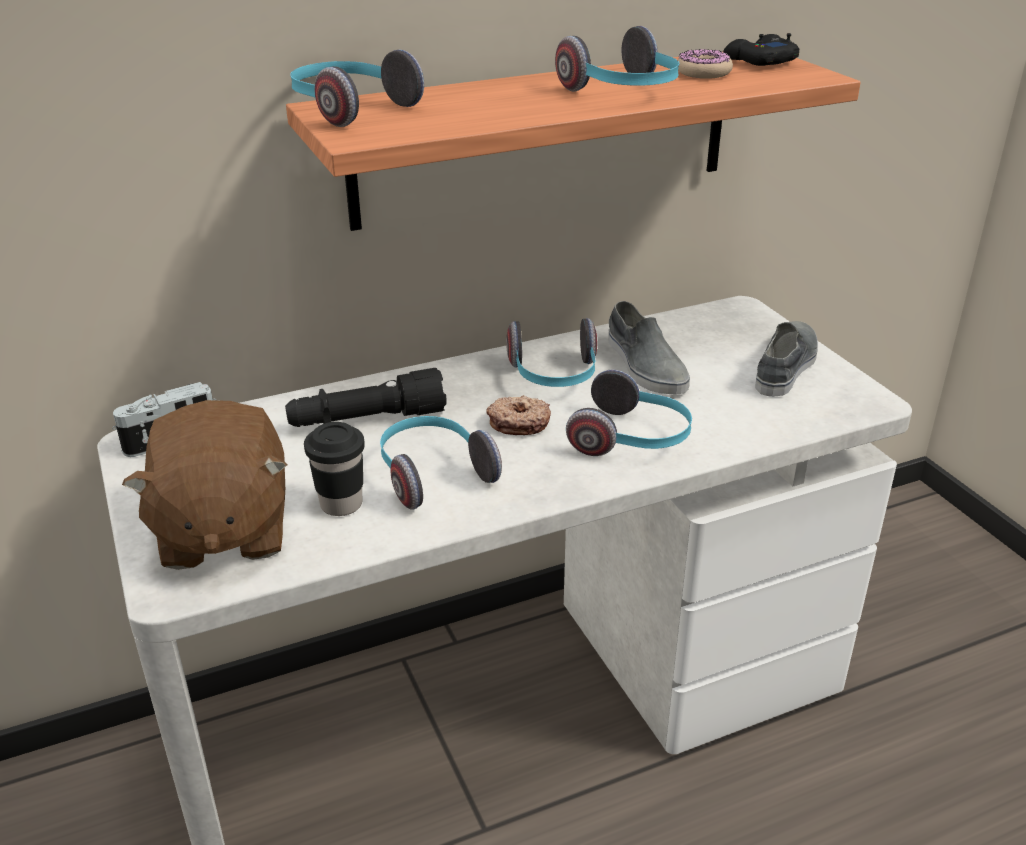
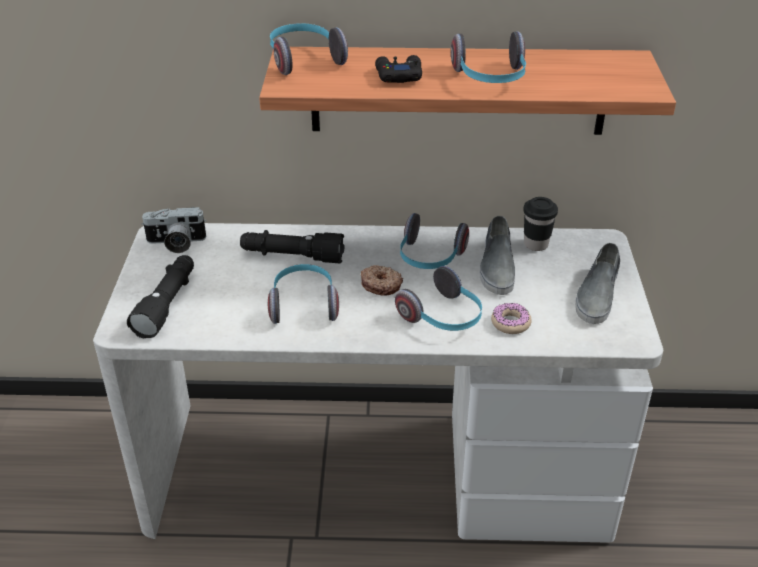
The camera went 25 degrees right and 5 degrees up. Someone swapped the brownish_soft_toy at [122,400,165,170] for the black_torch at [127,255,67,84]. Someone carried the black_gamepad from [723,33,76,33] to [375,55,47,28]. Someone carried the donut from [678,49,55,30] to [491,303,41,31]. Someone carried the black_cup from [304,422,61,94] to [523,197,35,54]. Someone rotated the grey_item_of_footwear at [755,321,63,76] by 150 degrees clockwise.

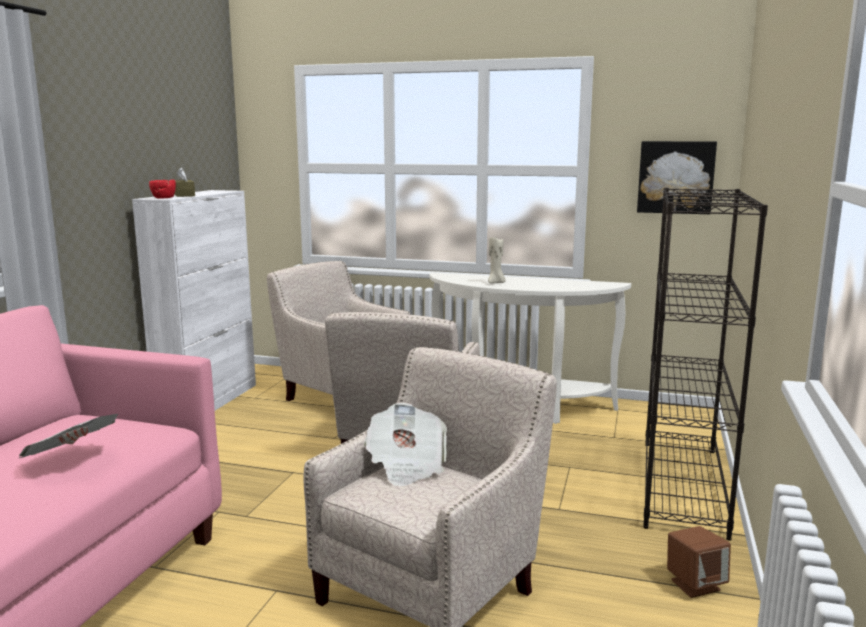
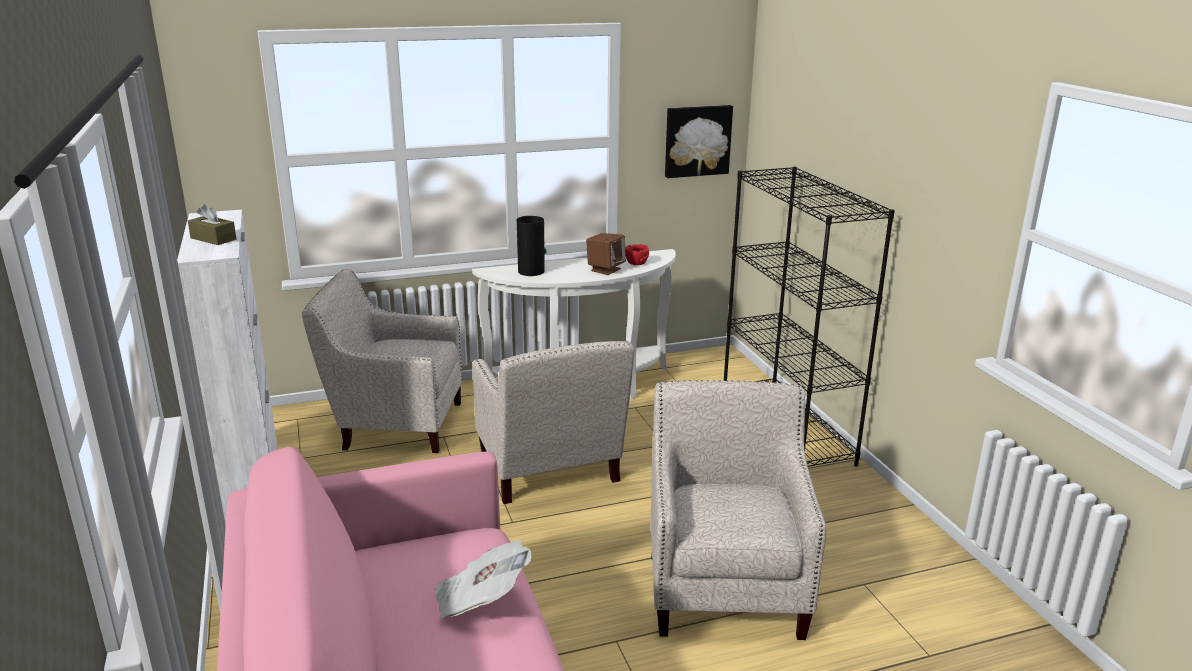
The camera went 35 degrees left and 10 degrees up. Someone put down the flower_vase at [517,216,30,60]. Someone carried the brownish_speaker from [667,526,64,72] to [586,233,40,42]. Someone carried the red_deep_dish from [149,180,27,19] to [625,244,24,21]. Someone took away the printed_paper at [364,403,83,84]. Someone took away the sand-coloured_wax_light at [488,235,18,49].

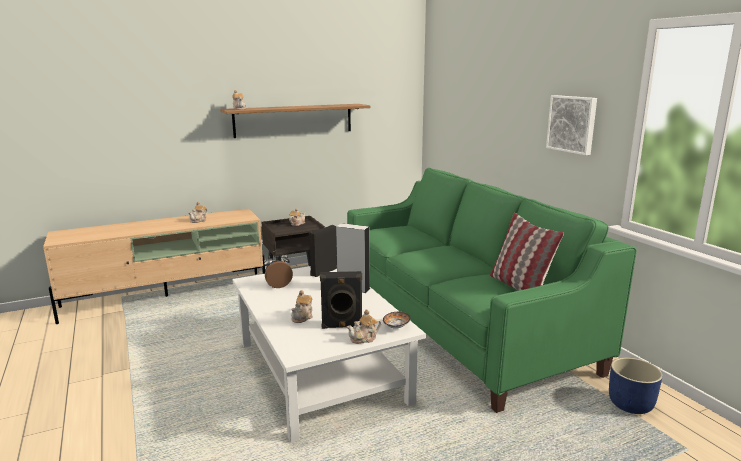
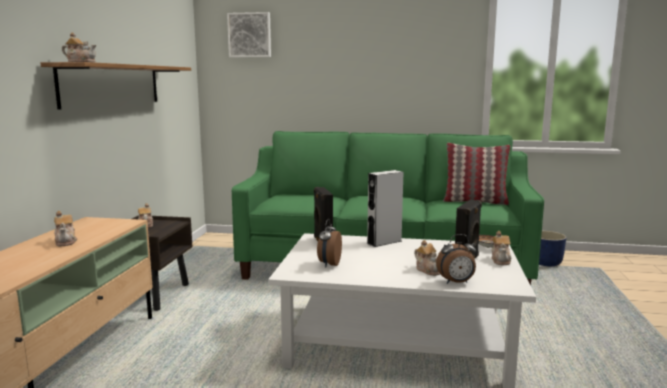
The camera went 55 degrees left and 5 degrees down. Someone carried the wall_picture from [546,95,51,60] to [227,12,44,45]. Someone put down the alarm_clock at [436,234,40,50].

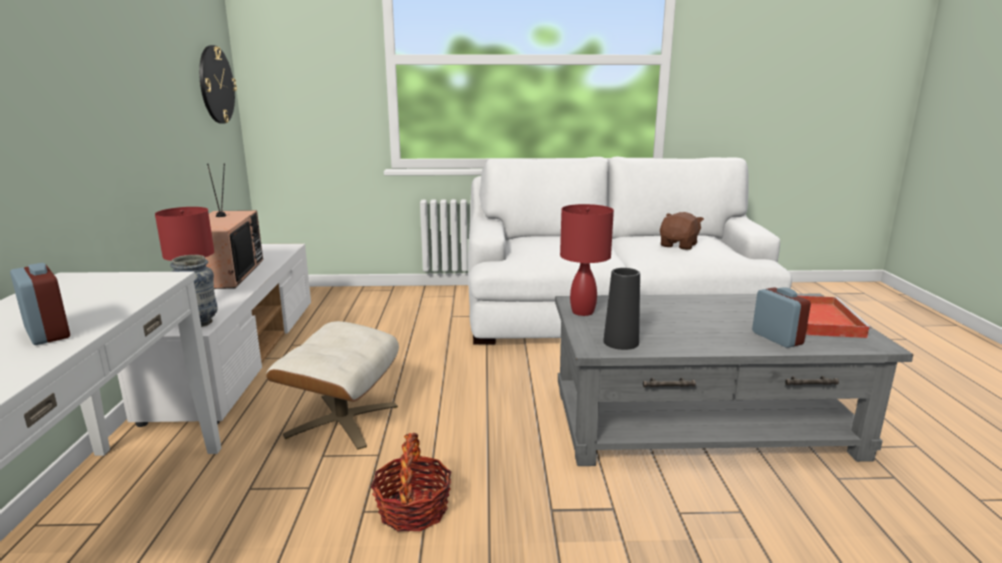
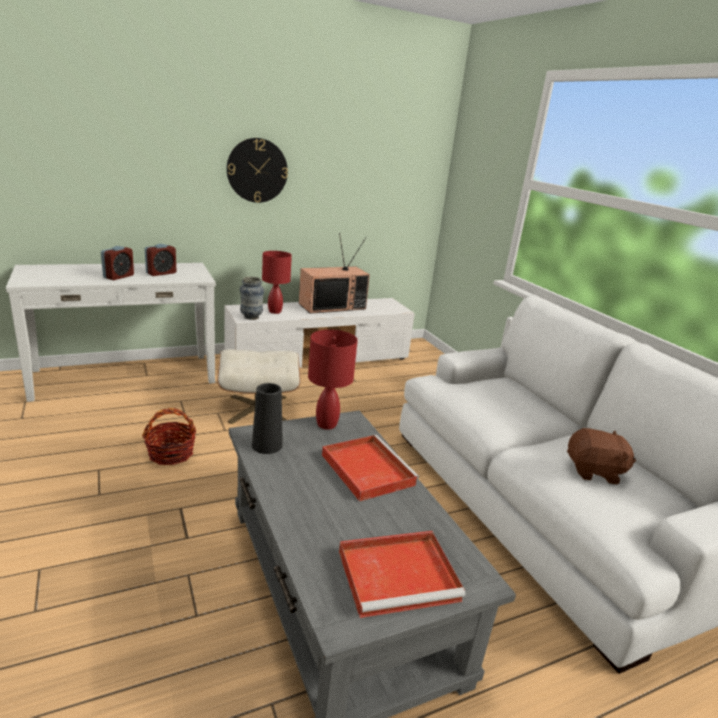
The camera went 65 degrees right and 5 degrees up. Someone carried the alarm_clock from [752,287,59,61] to [145,244,31,32]. Someone carried the wall_clock from [199,45,38,79] to [227,138,61,65]. Someone put down the red_carrying_tray at [322,435,97,67].

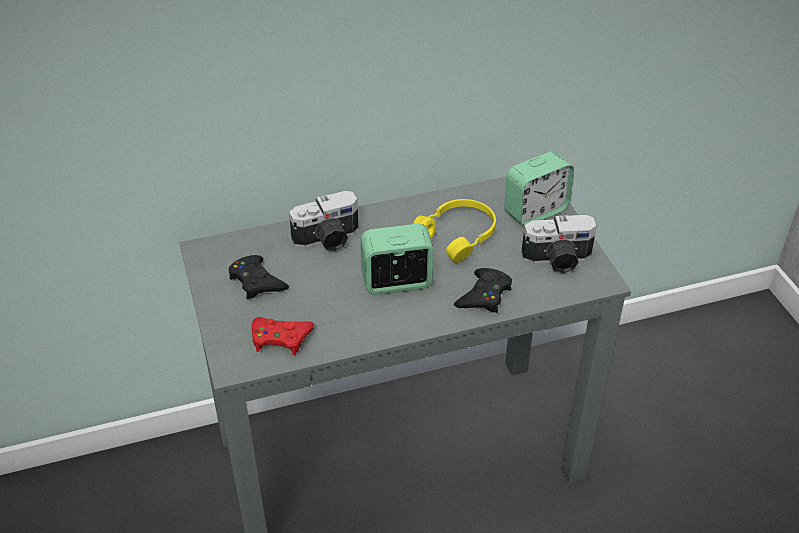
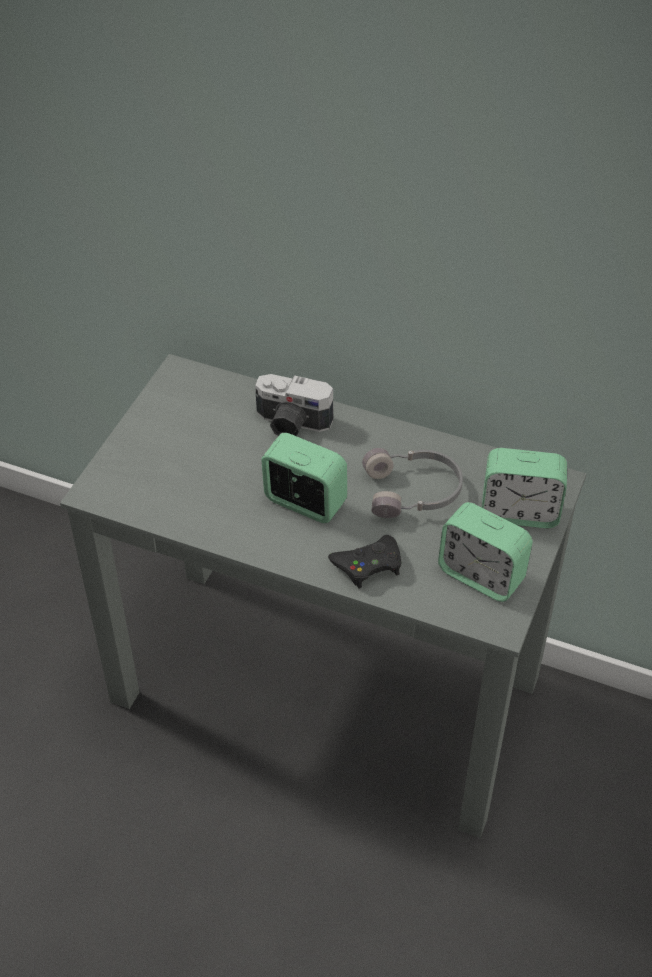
The camera went 40 degrees right and 5 degrees up. Someone repainted the yellow_headphones at [413,199,83,64], which became the grey_headphones at [362,448,101,70]. Someone swapped the photo_camera at [521,215,76,58] for the alarm_clock at [438,502,95,100]. Someone took away the black_gamepad at [229,255,60,44]. Someone took away the red_gamepad at [252,317,62,38].

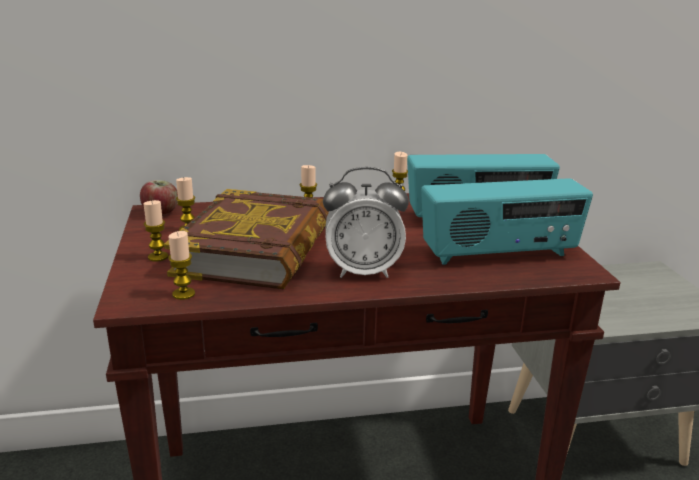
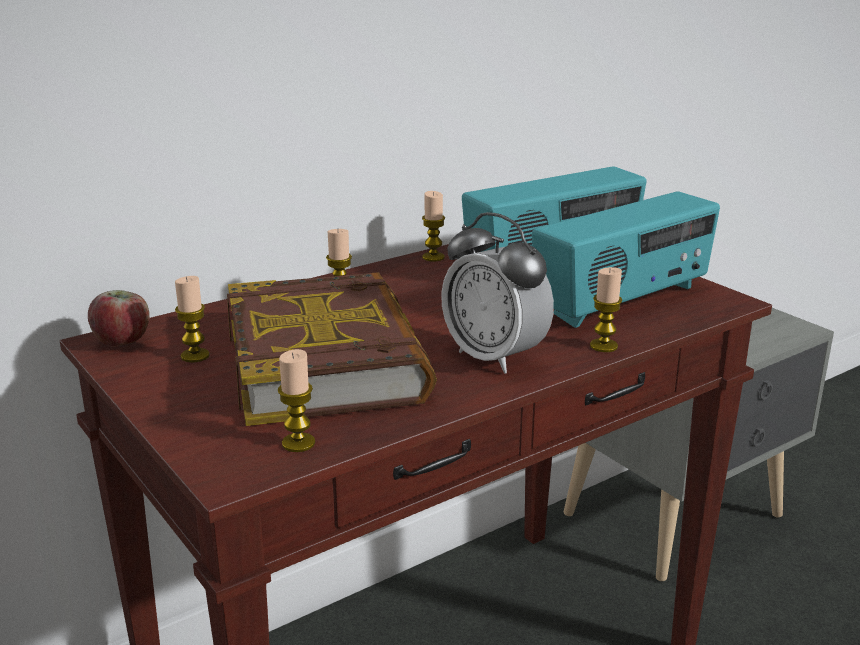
The camera went 25 degrees left and 0 degrees up. Someone rotated the alarm_clock at [323,167,86,111] by 75 degrees clockwise. Someone carried the wax_light from [143,200,26,62] to [590,267,32,85].

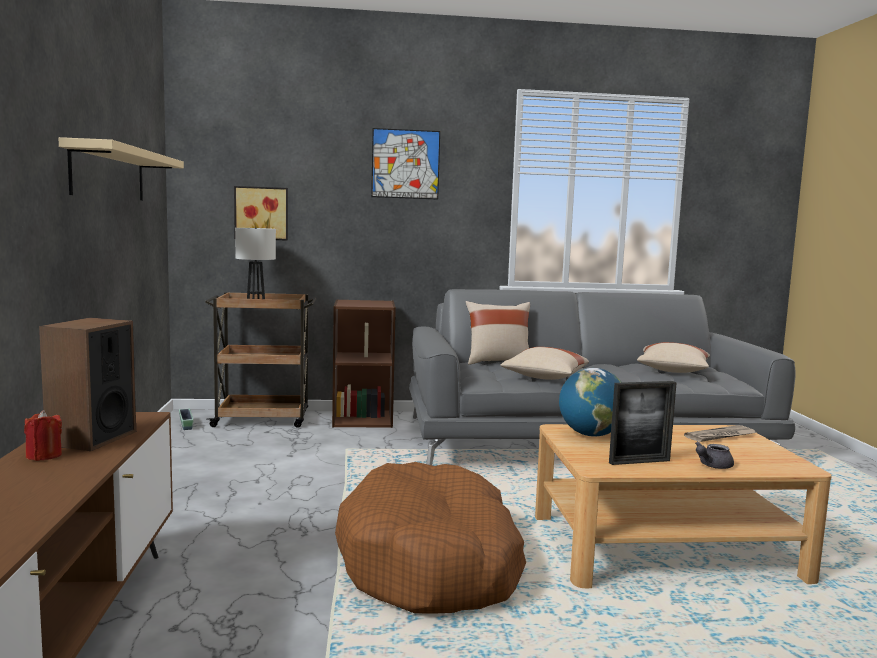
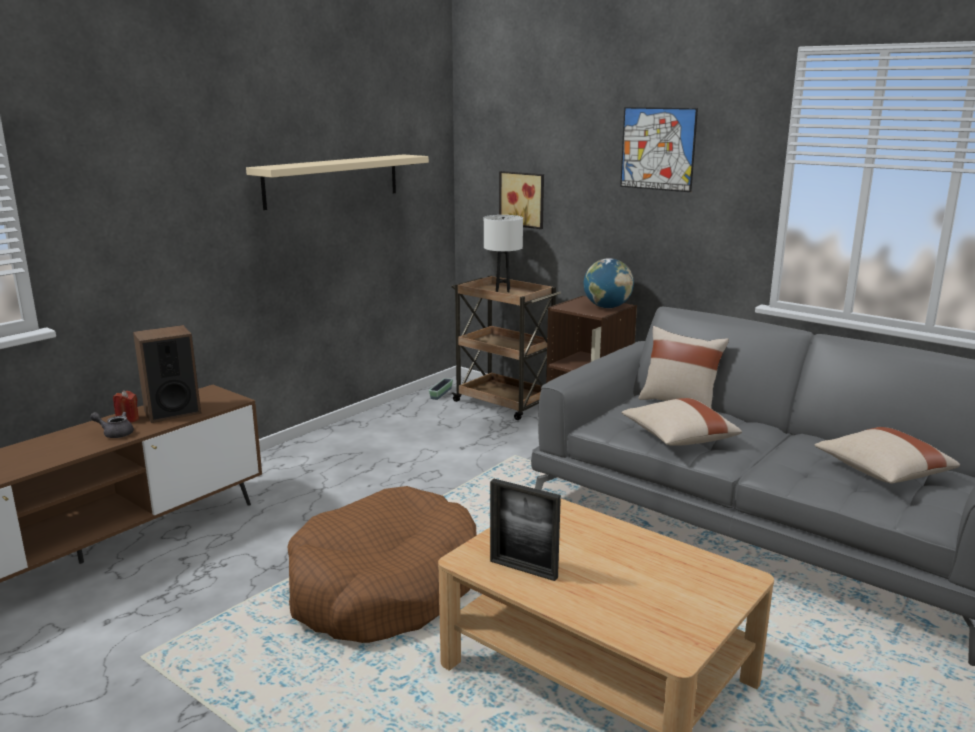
The camera went 45 degrees right and 10 degrees up. Someone carried the grey_pot_for_tea from [695,441,39,28] to [90,412,44,26]. Someone carried the world_globe from [559,368,63,69] to [584,258,50,50]. Someone took away the printed_paper at [684,425,74,17].

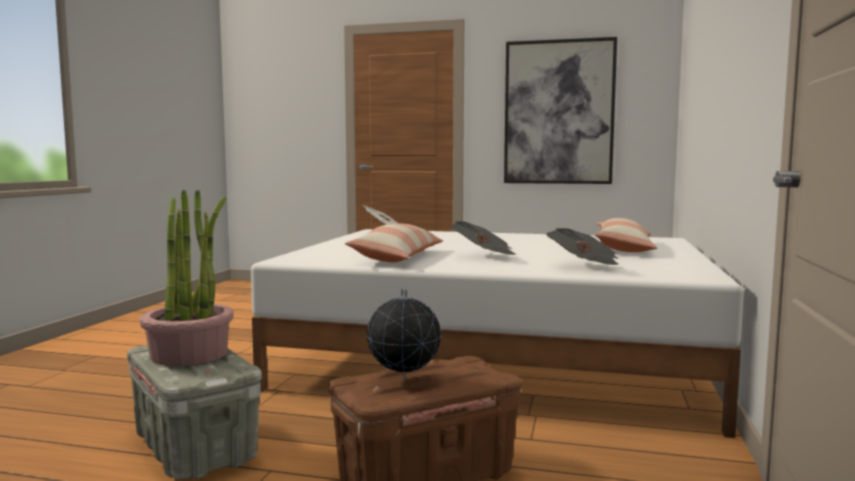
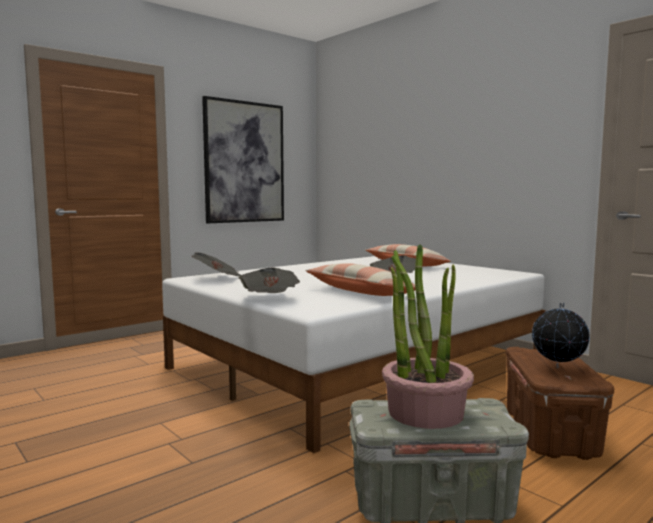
The camera went 55 degrees left and 0 degrees up. Someone carried the printed_paper from [546,228,73,37] to [239,268,61,25].

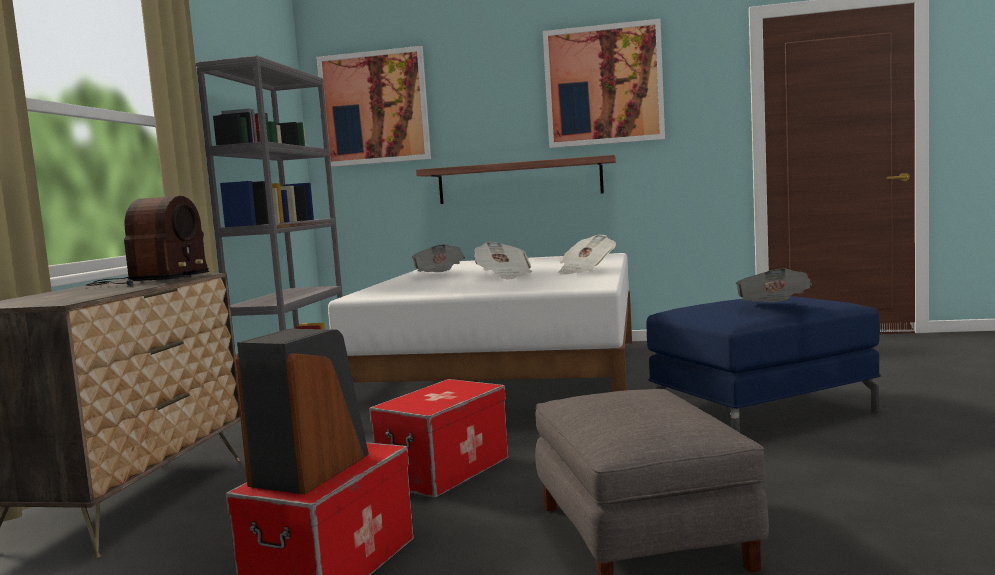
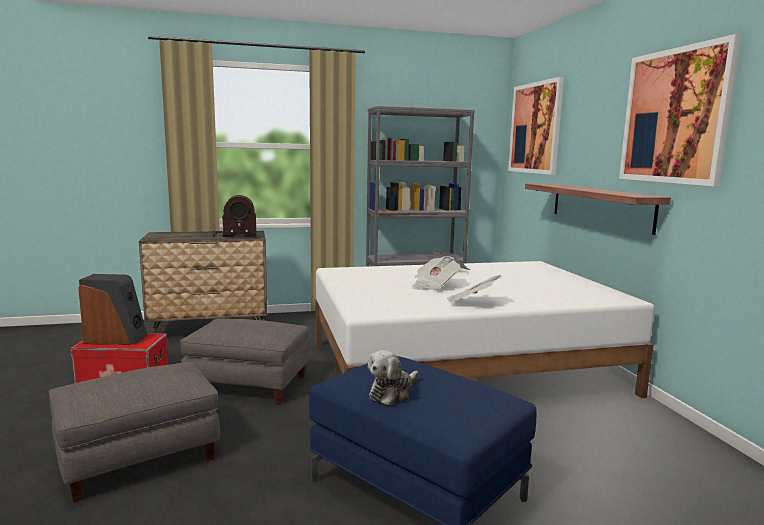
The camera went 65 degrees right and 5 degrees up. Someone swapped the storage_bin at [369,379,139,119] for the grey_pouffe at [180,318,129,87]. Someone swapped the printed_paper at [736,268,76,34] for the soft_toy at [368,350,51,55].

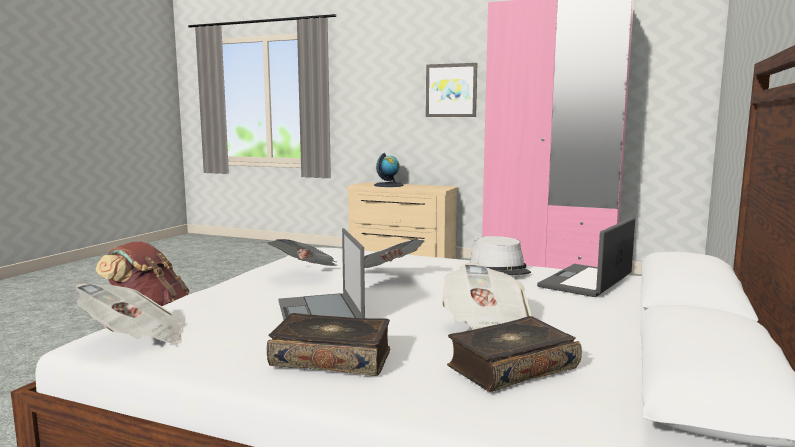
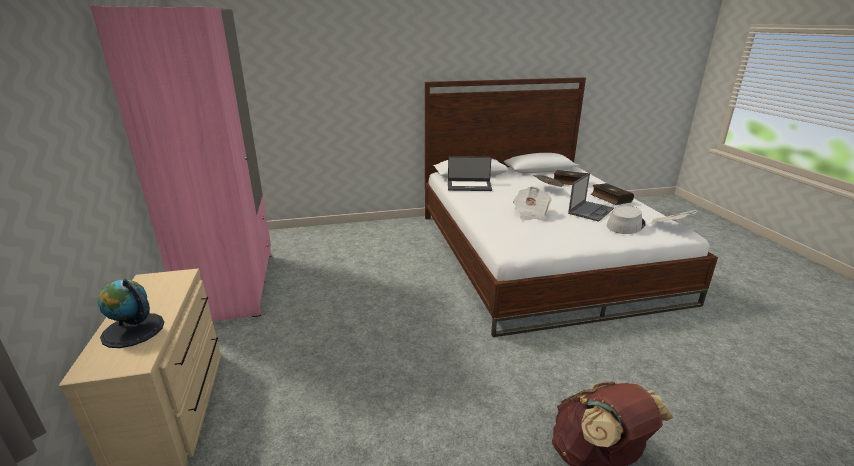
The camera went 125 degrees left and 15 degrees up. Someone carried the grey_wearable_hat from [470,236,61,39] to [607,206,39,28]. Someone took away the printed_paper at [267,239,69,27]. Someone took away the wall_picture at [426,63,51,54].

